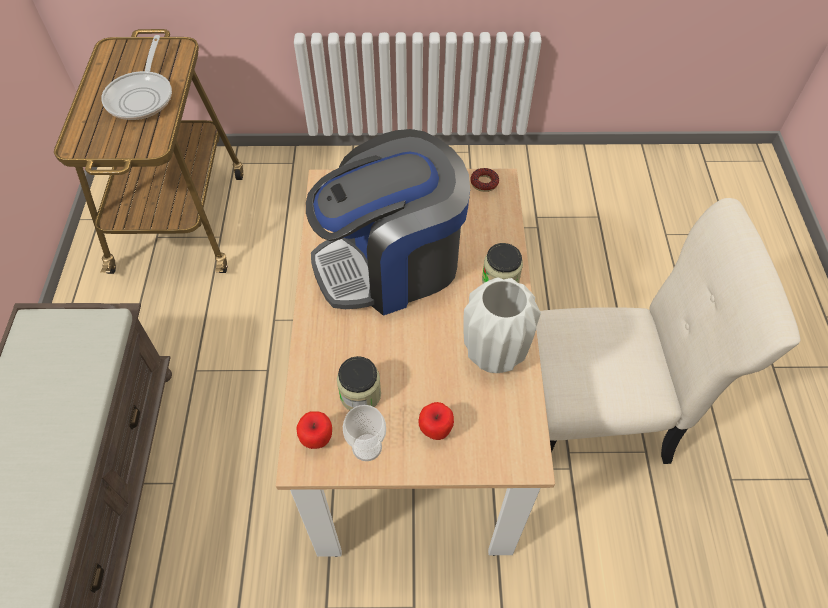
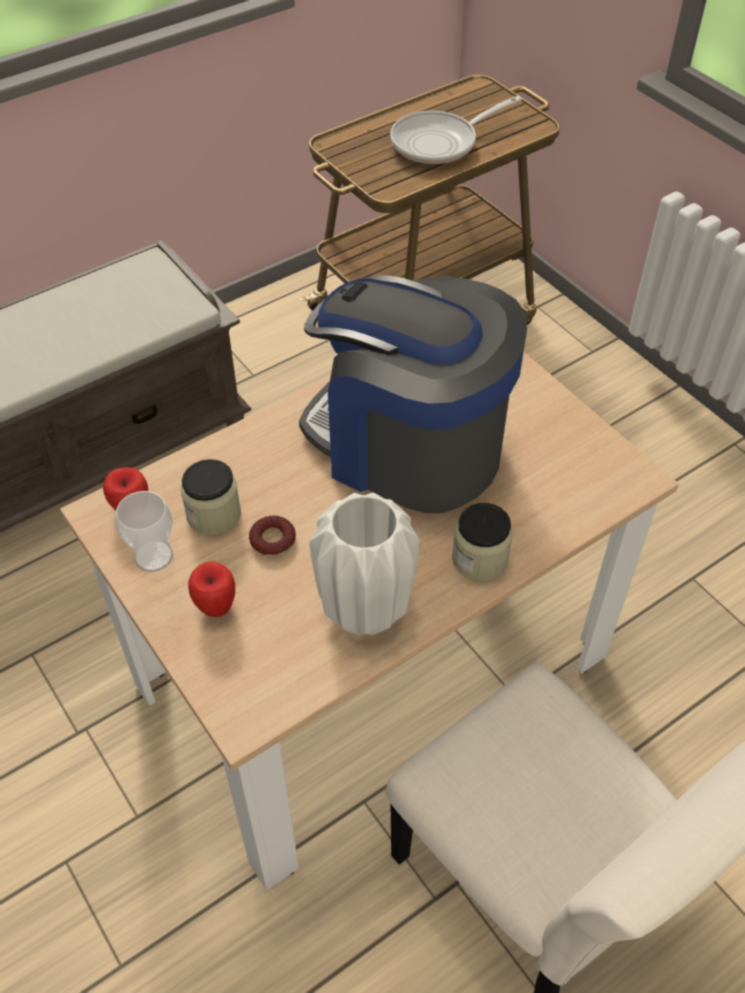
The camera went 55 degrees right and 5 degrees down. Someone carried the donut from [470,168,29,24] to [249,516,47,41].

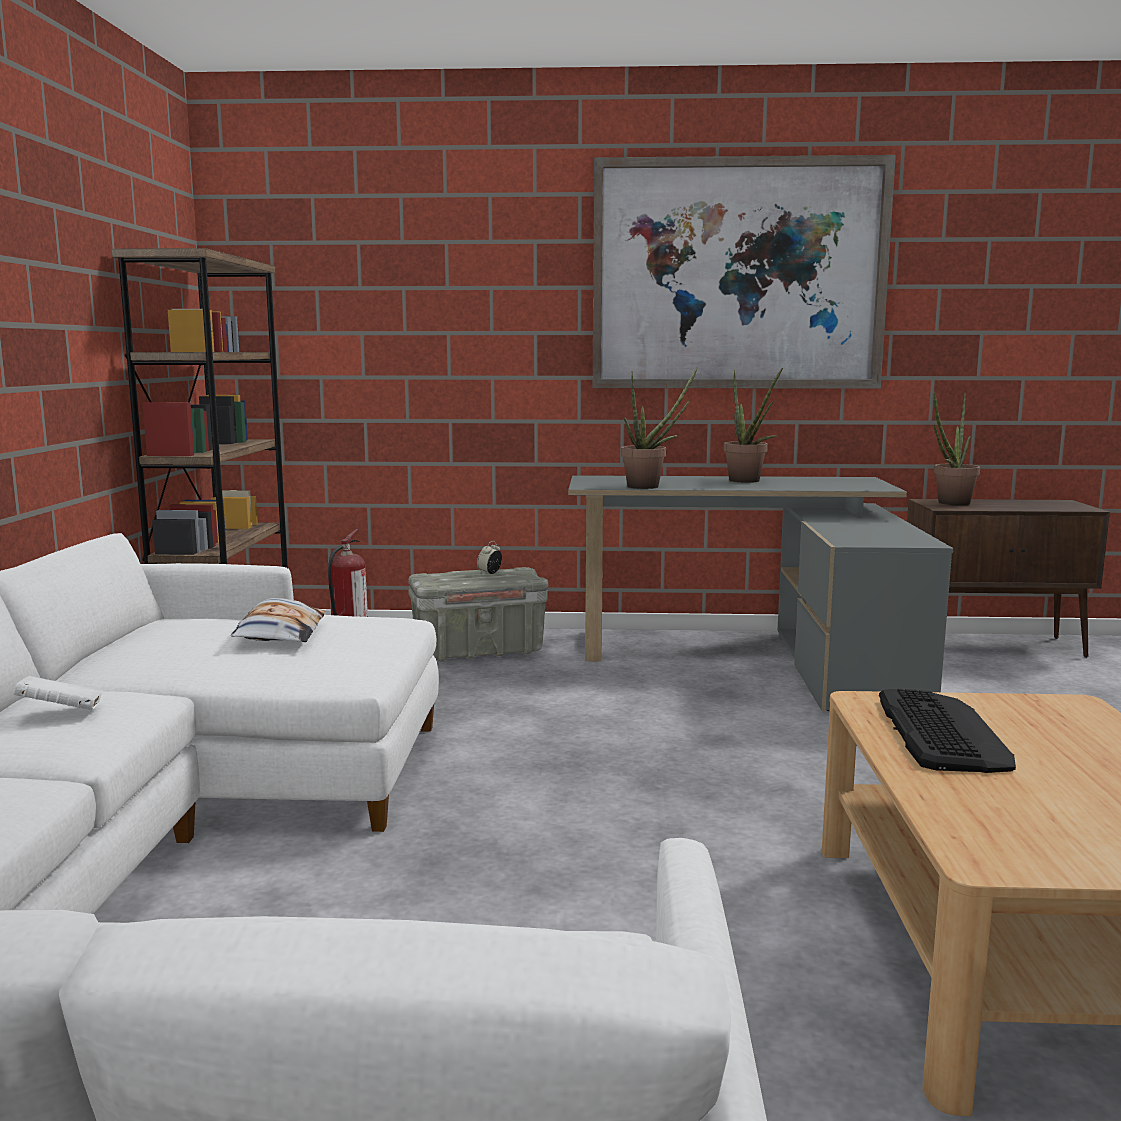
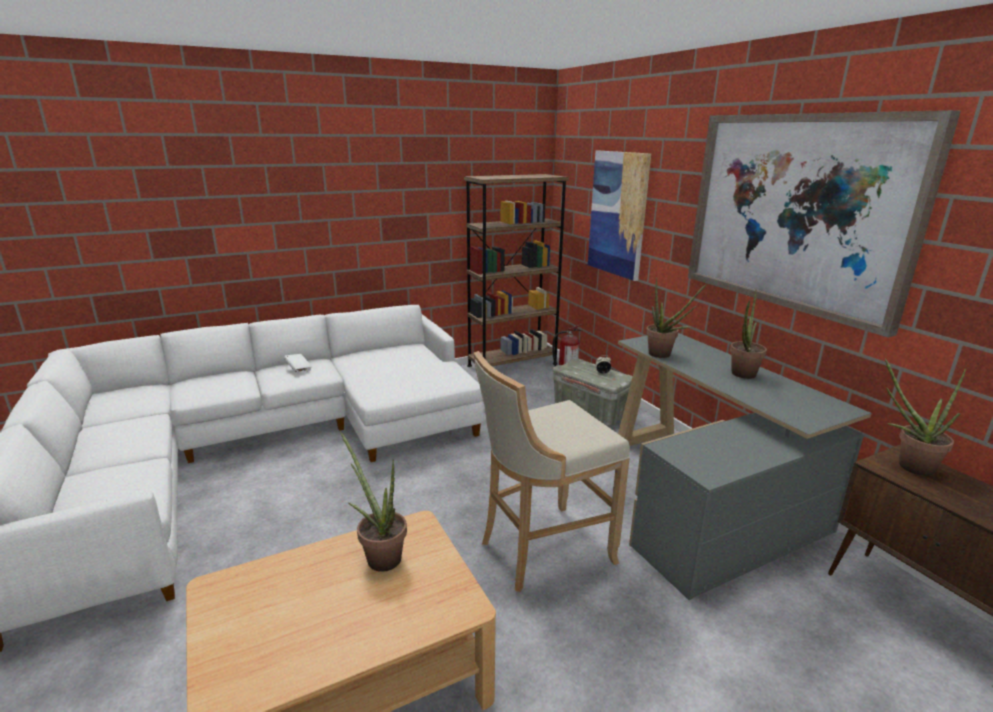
The camera went 60 degrees right and 10 degrees up. Someone swapped the keyboard at [879,689,137,84] for the houseplant at [340,431,67,141]. Someone put down the sand-coloured_sitting_stool at [473,351,157,241]. Someone put up the wall_picture at [588,151,63,130]. Someone took away the cushion at [231,598,94,44].

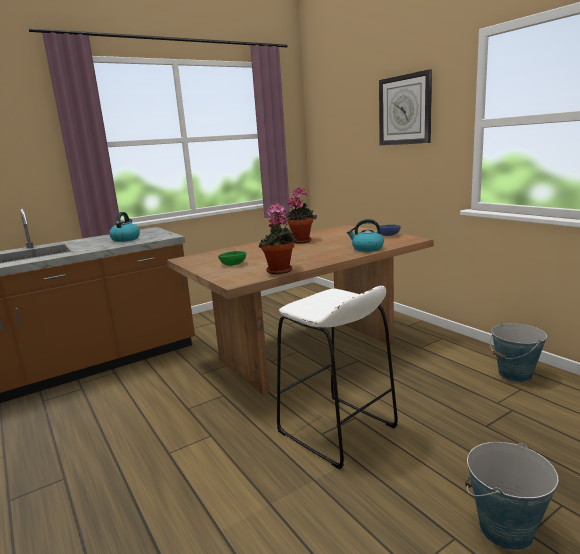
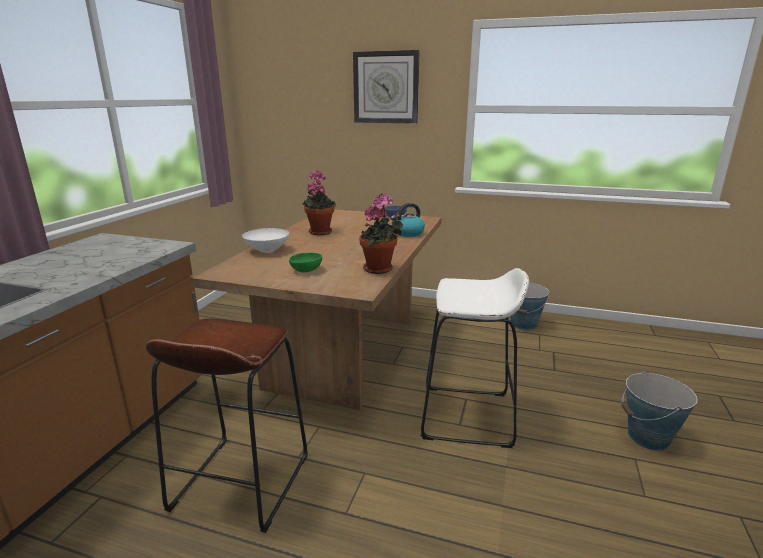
The camera went 40 degrees left and 5 degrees up. Someone put down the brownish_sitting_stool at [146,319,162,214]. Someone put down the white_deep_dish at [242,228,47,25]. Someone took away the kettle at [109,212,31,30].

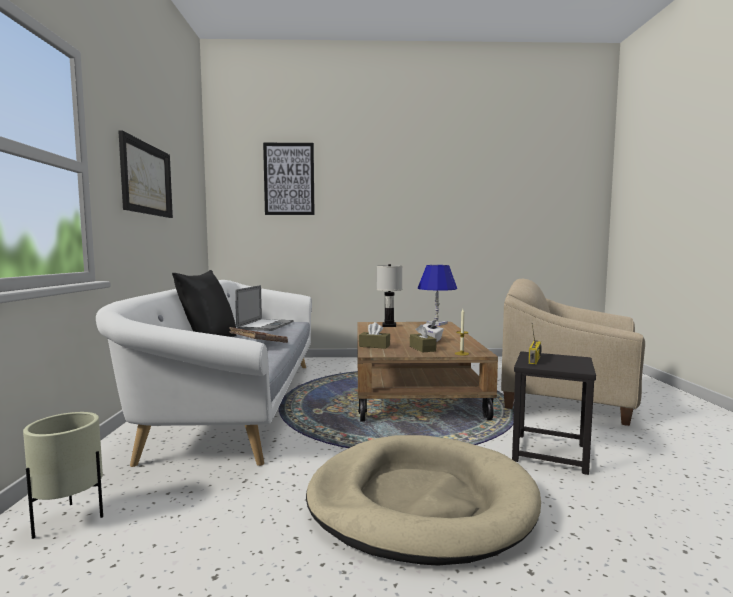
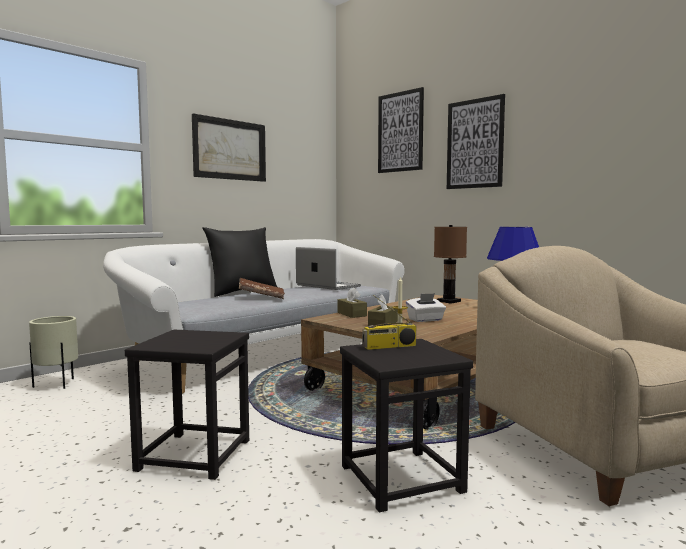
The camera went 45 degrees right and 0 degrees up. Someone swapped the sand-coloured_dog_bed at [306,435,235,131] for the black_sitting_stool at [125,330,124,150]. Someone rotated the laptop at [235,285,59,46] by 105 degrees counterclockwise. Someone repainted the white_table_lamp at [377,264,26,63], which became the brownish_table_lamp at [434,225,33,79]. Someone put up the wall_picture at [447,94,58,95].

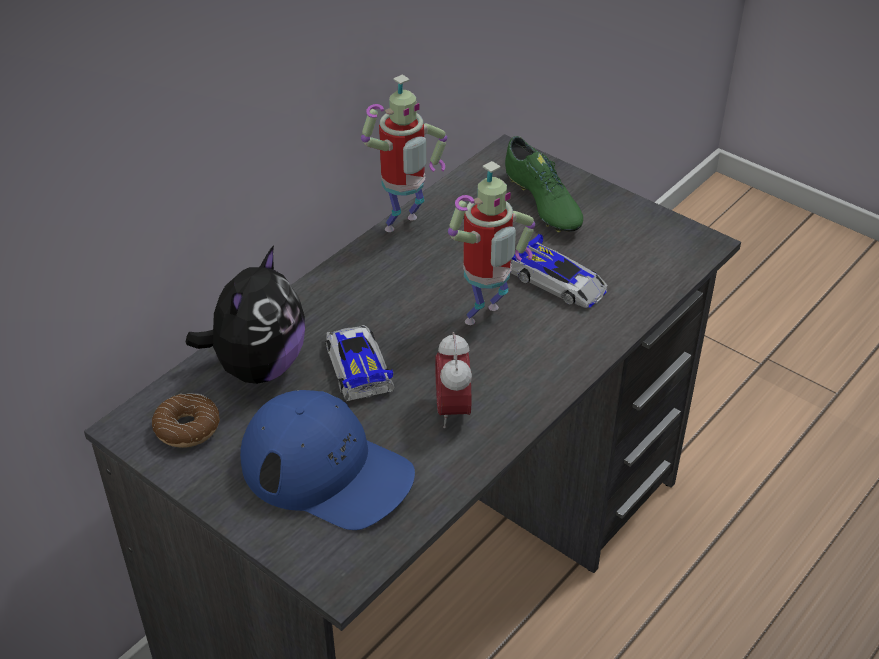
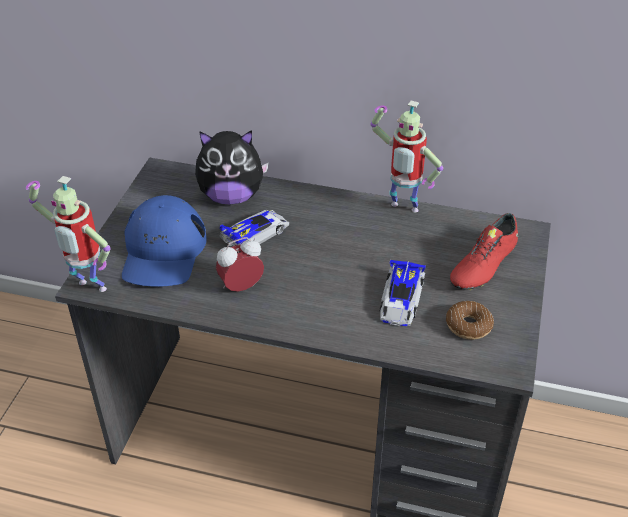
The camera went 65 degrees right and 0 degrees up. Someone carried the toy_robot from [448,161,87,164] to [26,176,85,116]. Someone carried the donut from [152,393,68,55] to [446,301,48,39]. Someone repainted the green-coloured_item_of_footwear at [505,136,78,96], which became the red_item_of_footwear at [450,213,68,77].

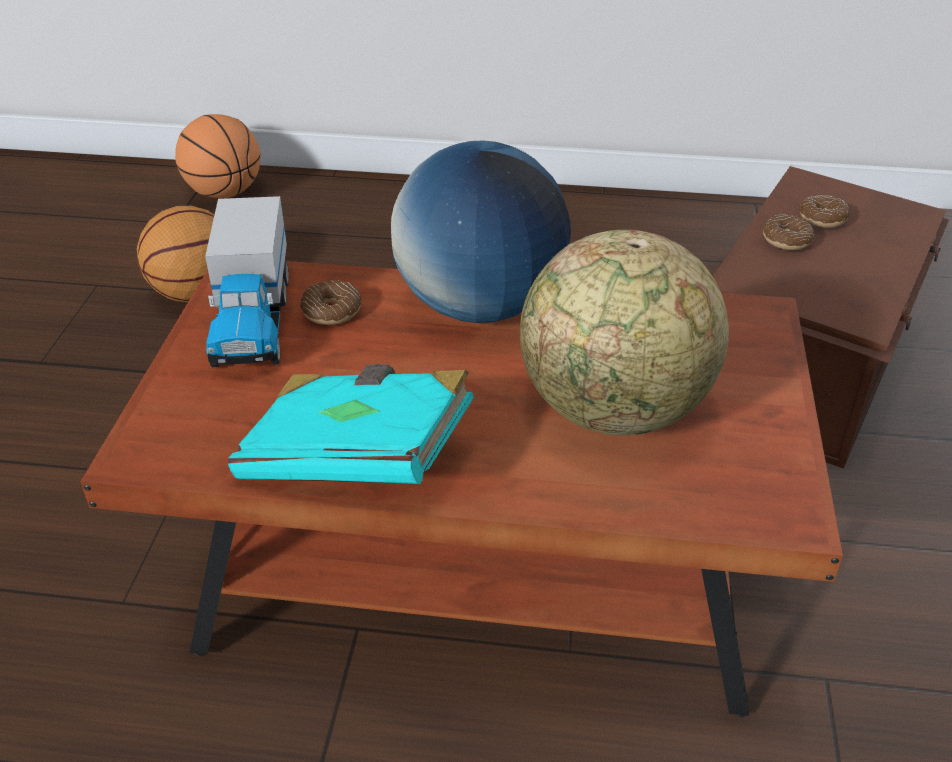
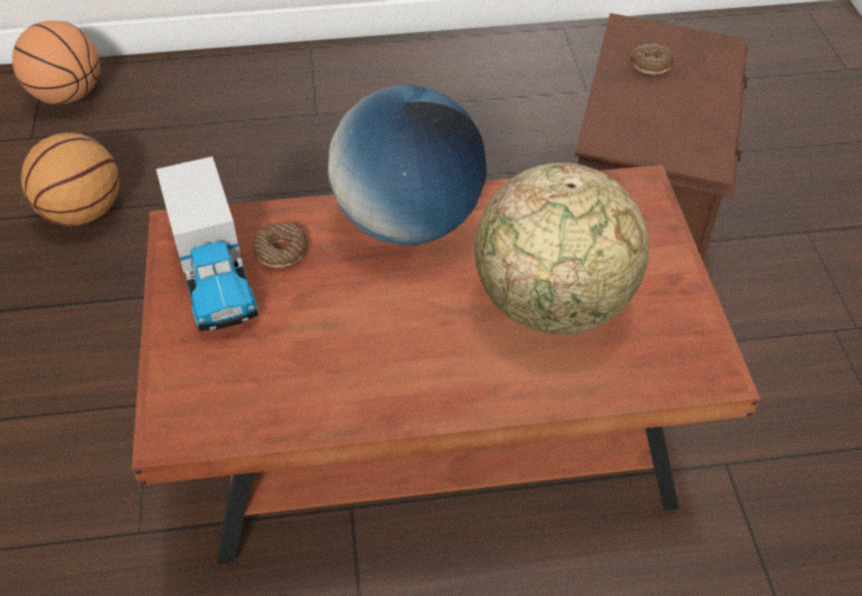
The camera went 15 degrees left and 10 degrees up. Someone took away the turquoise_volume at [228,364,246,120]. Someone took away the donut at [763,215,51,35].

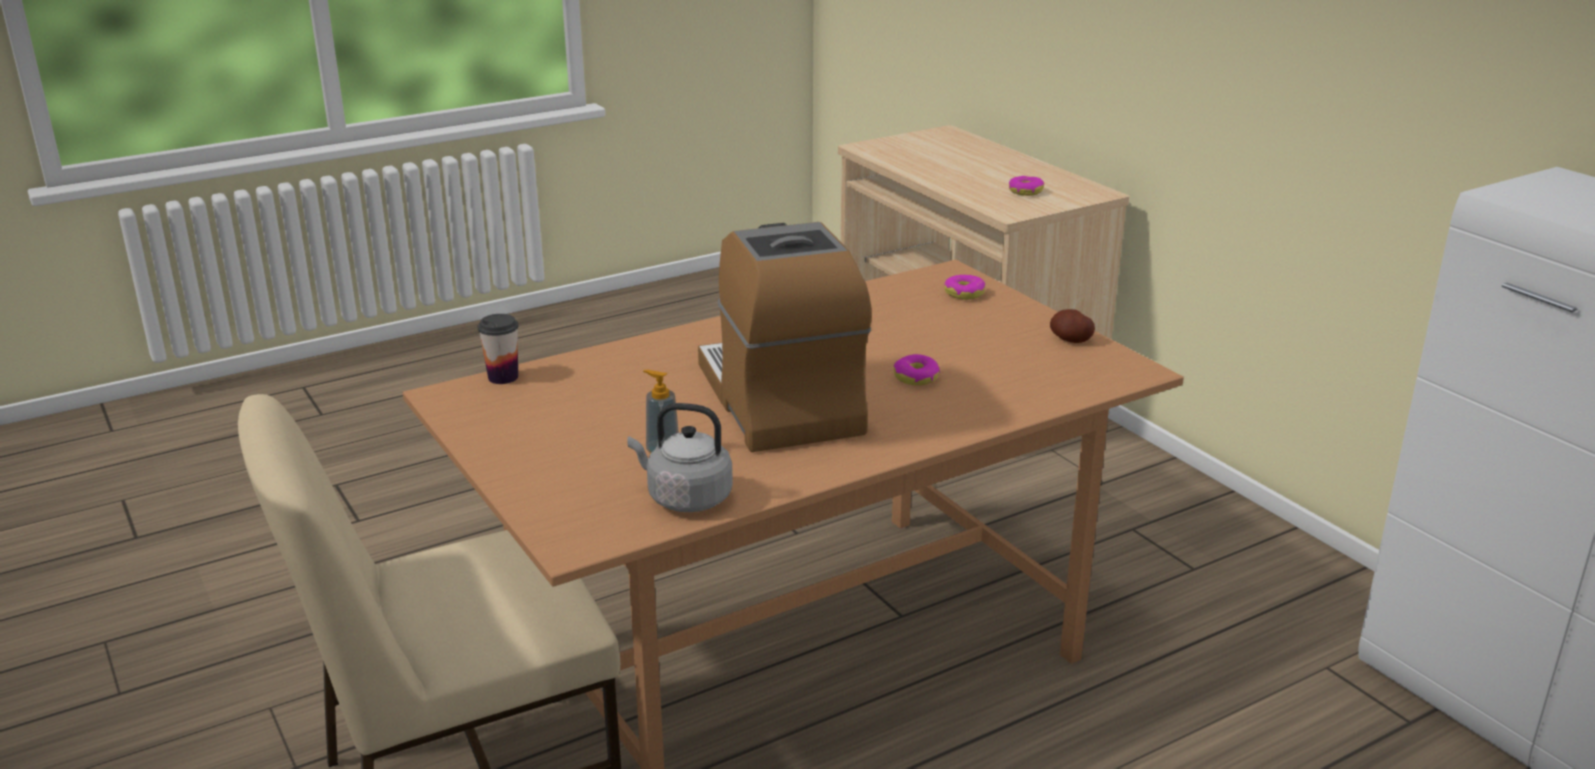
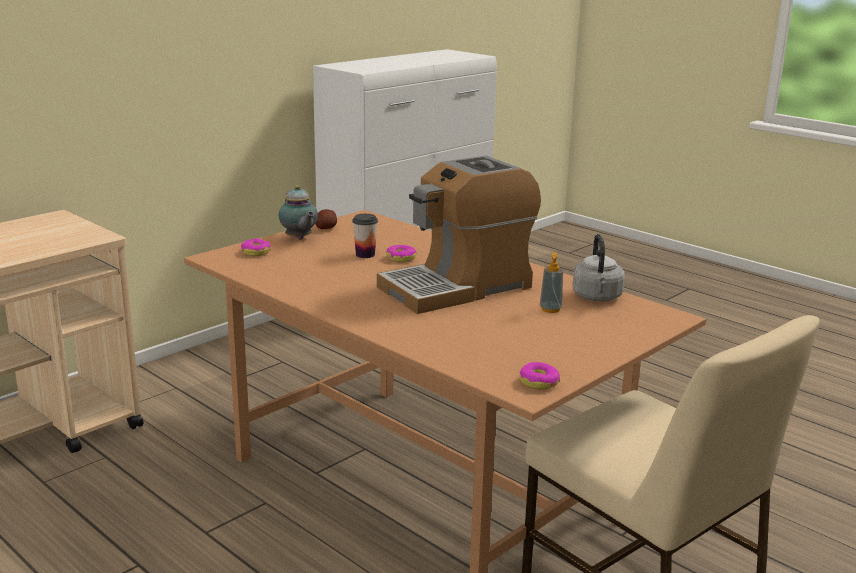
The camera went 105 degrees left and 5 degrees down. Someone put down the pot_for_tea at [278,185,40,55]. Someone carried the cup from [478,314,41,70] to [352,214,26,44]. Someone carried the donut from [1009,176,35,20] to [520,362,40,27].

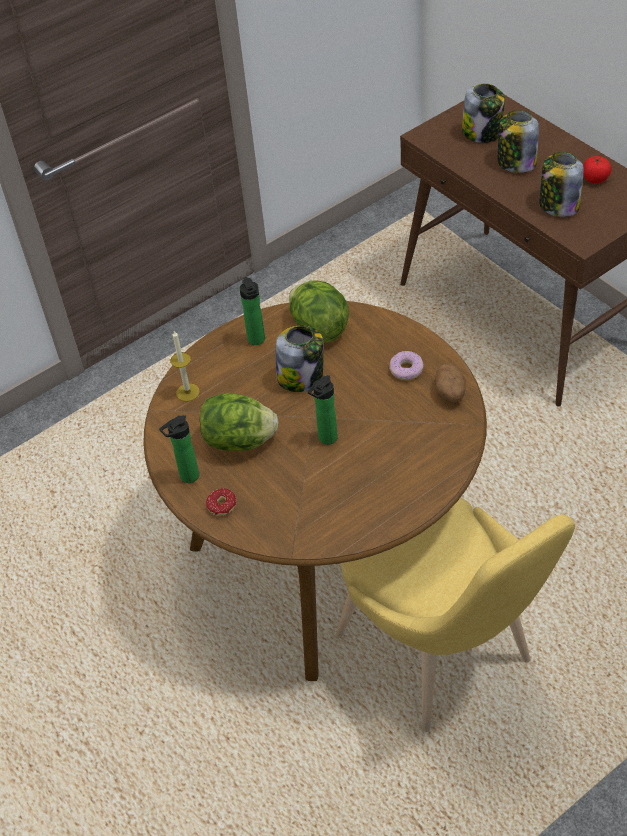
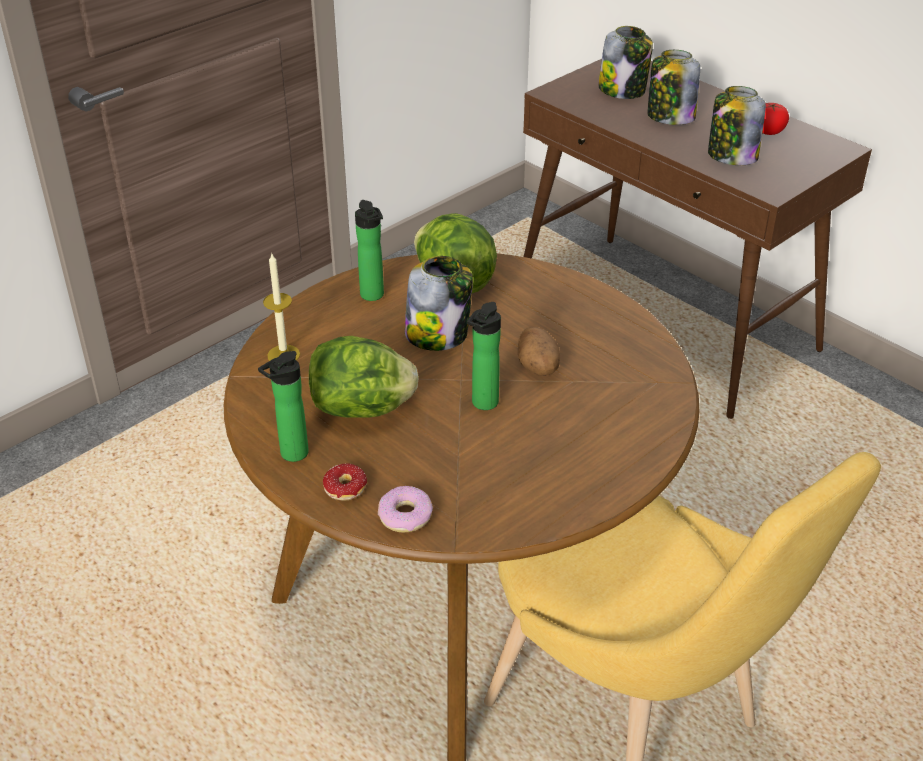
The camera went 10 degrees left and 10 degrees down. Someone carried the donut from [389,351,35,29] to [378,486,55,46]. Someone carried the whole_potato from [435,364,31,38] to [518,327,42,49].

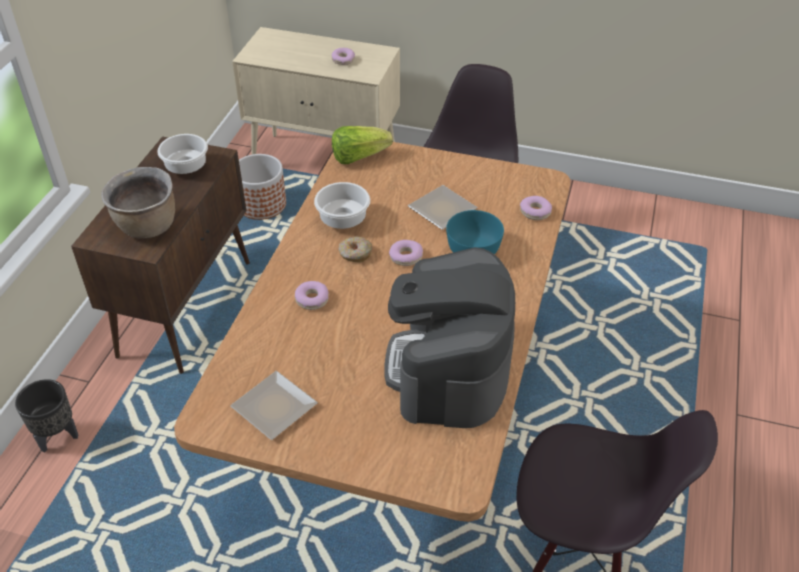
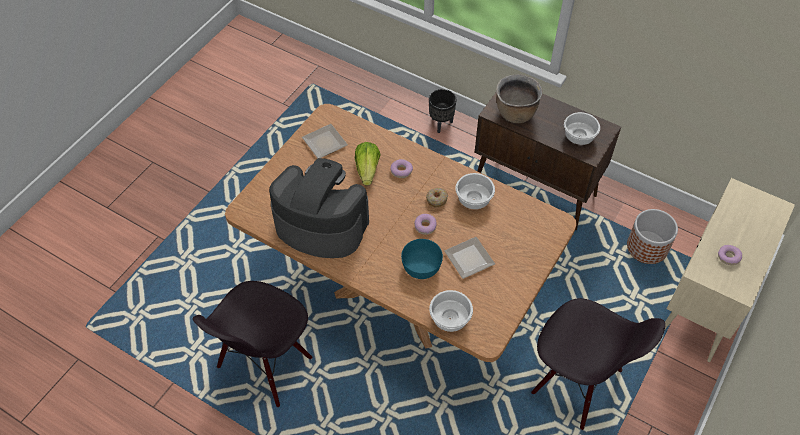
The camera went 105 degrees right and 10 degrees up. Someone carried the lettuce_head from [332,126,61,38] to [355,142,26,43]. Someone swapped the donut at [520,196,32,24] for the white_deep_dish at [429,290,44,42].

